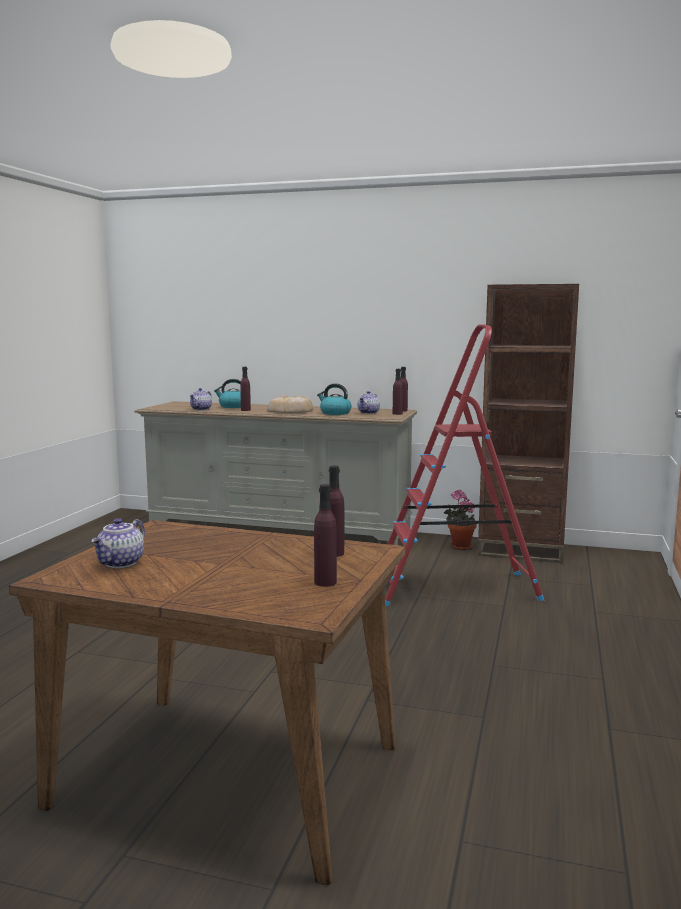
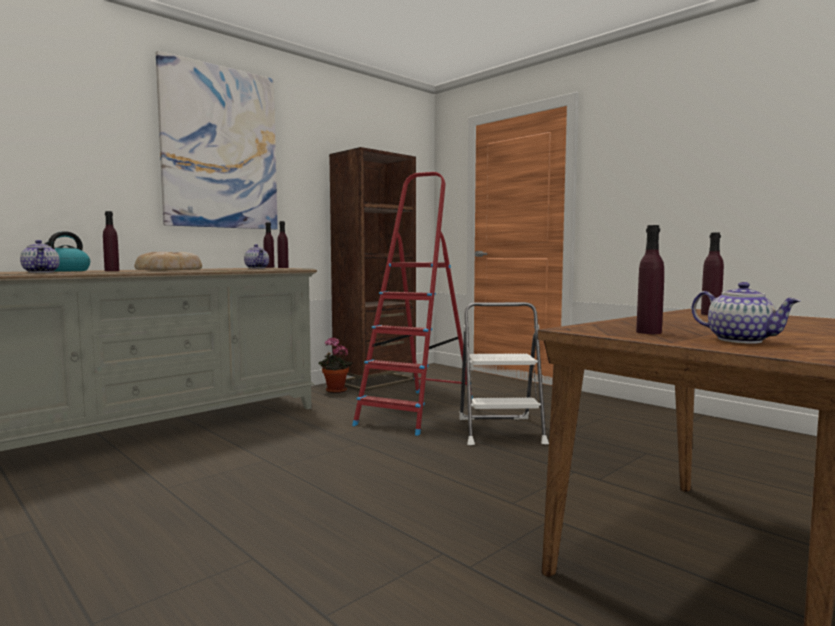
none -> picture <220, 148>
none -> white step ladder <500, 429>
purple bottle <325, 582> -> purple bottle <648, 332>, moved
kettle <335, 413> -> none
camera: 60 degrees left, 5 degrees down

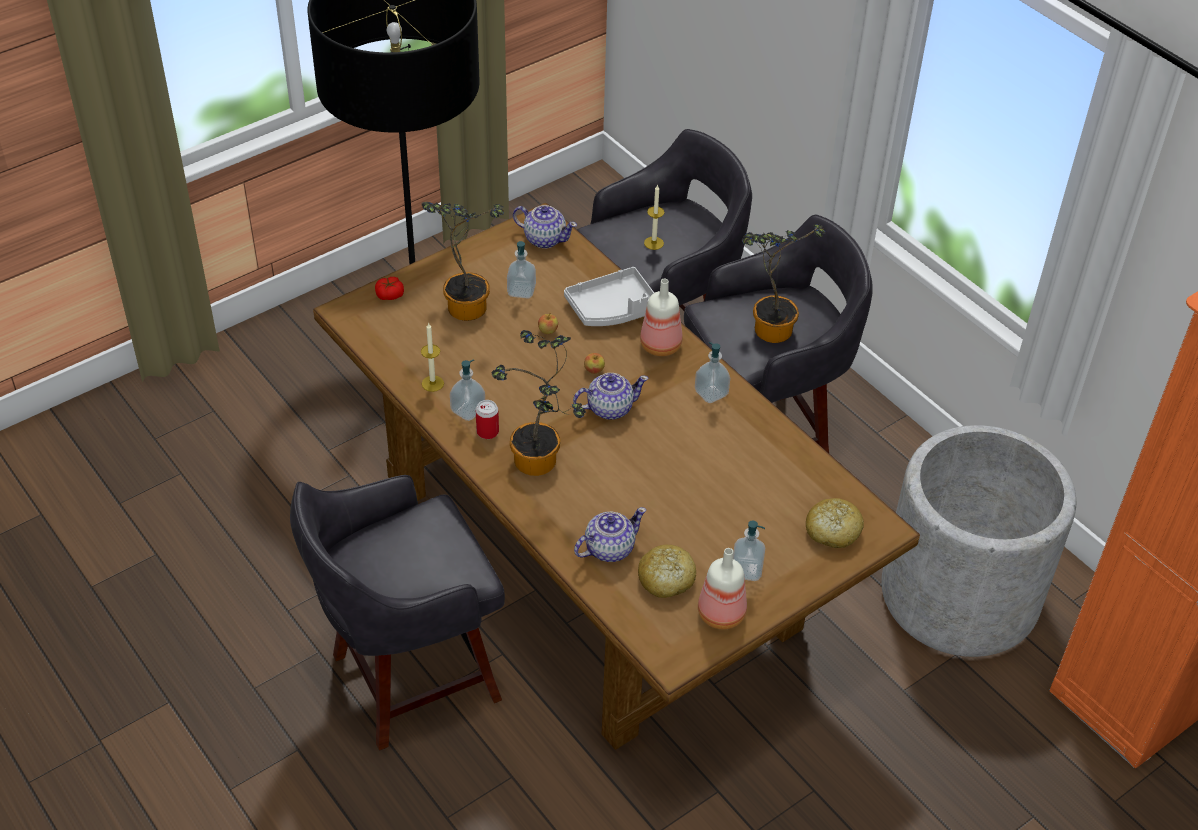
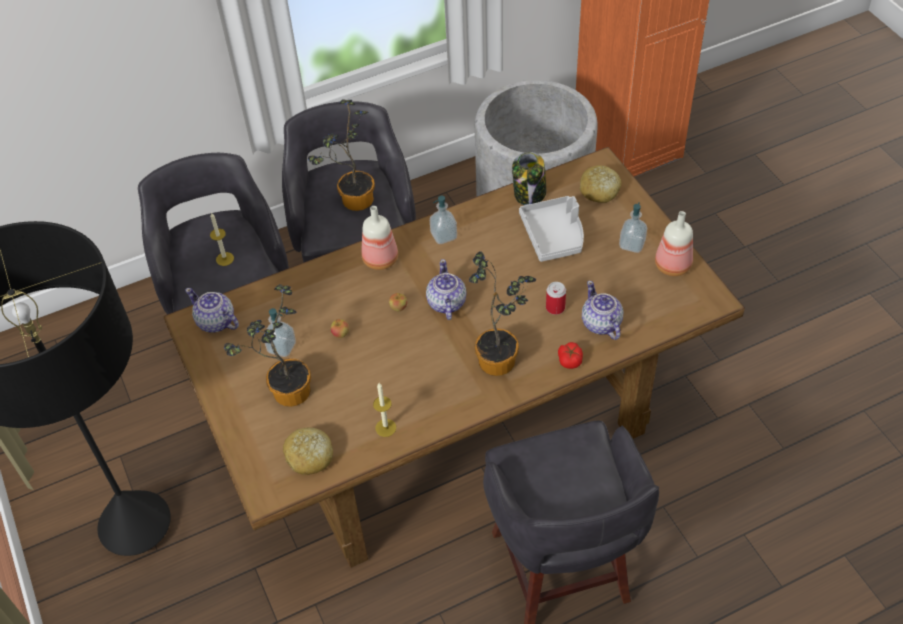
teapot <544, 239> -> teapot <216, 322>, 90 degrees counterclockwise
bread <666, 579> -> bread <309, 456>, moved
none -> jar <529, 194>
grey tray <613, 309> -> grey tray <554, 235>, moved
can <487, 432> -> can <555, 308>, moved
tomato <390, 295> -> tomato <570, 360>, moved
soap dispenser <468, 410> -> none
camera: 75 degrees left, 5 degrees up

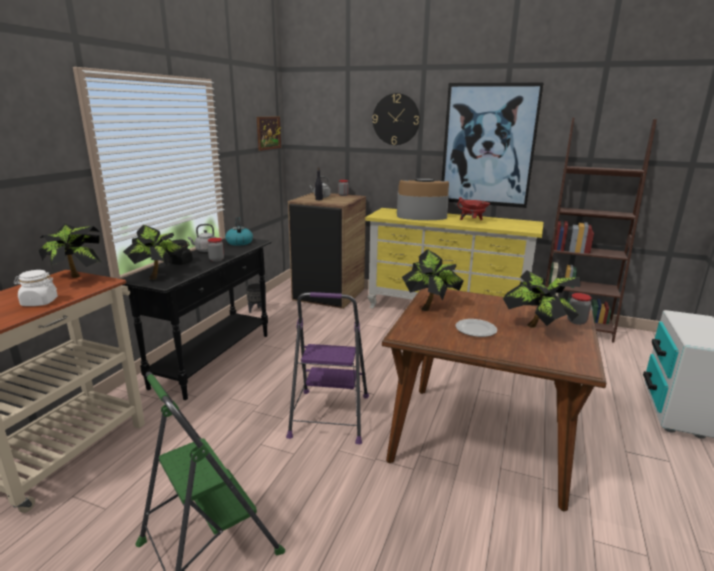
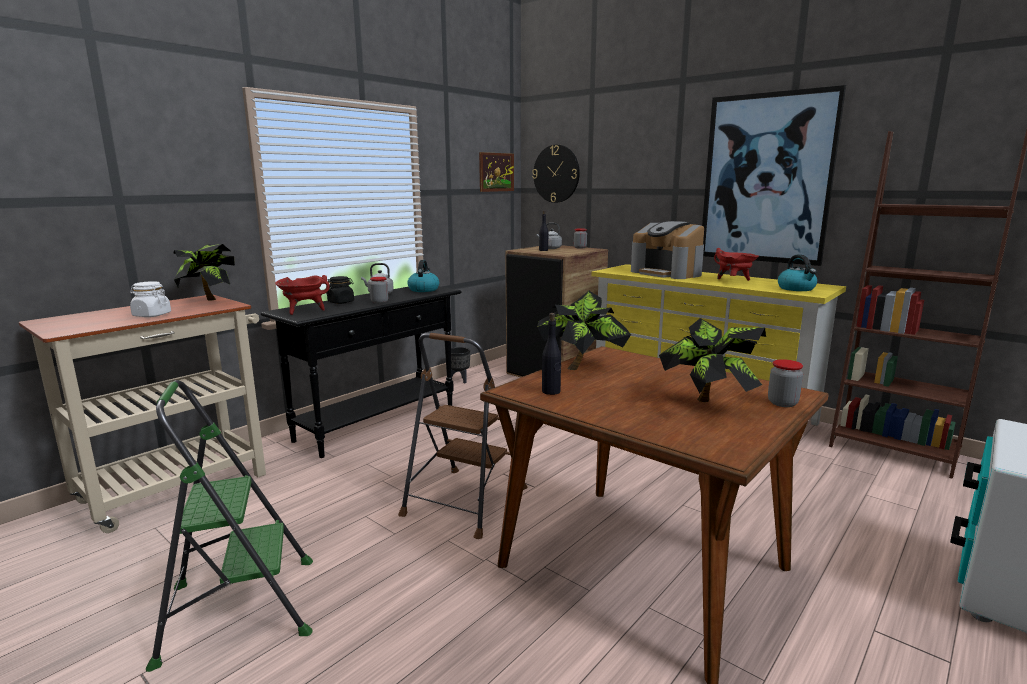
potted plant <157, 276> -> red cooking pot <304, 311>
purple step ladder <329, 416> -> brown step ladder <463, 502>
wall clock <396, 119> -> wall clock <556, 174>, moved
none -> black bottle <551, 391>
coffee machine <421, 216> -> coffee machine <667, 273>, 150 degrees counterclockwise
none -> kettle <796, 289>
plate <476, 330> -> none
camera: 20 degrees right, 5 degrees down

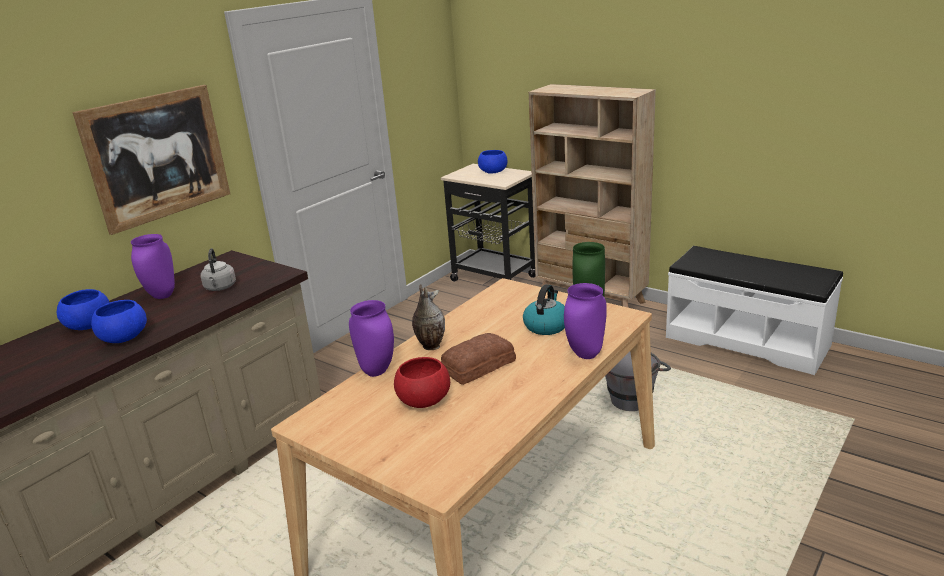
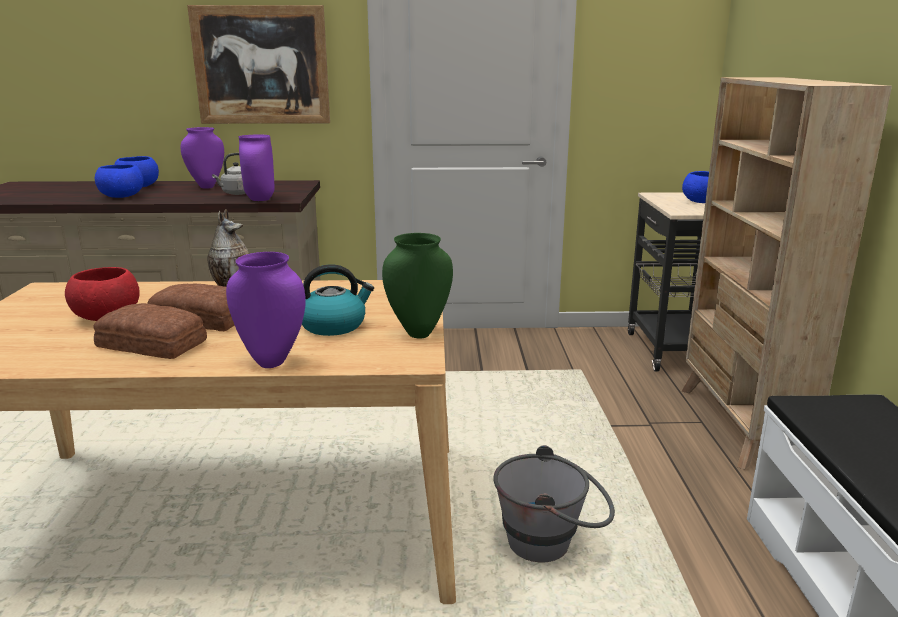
none -> bread <151, 345>
purple vase <376, 372> -> purple vase <259, 199>, moved
camera: 50 degrees right, 5 degrees down

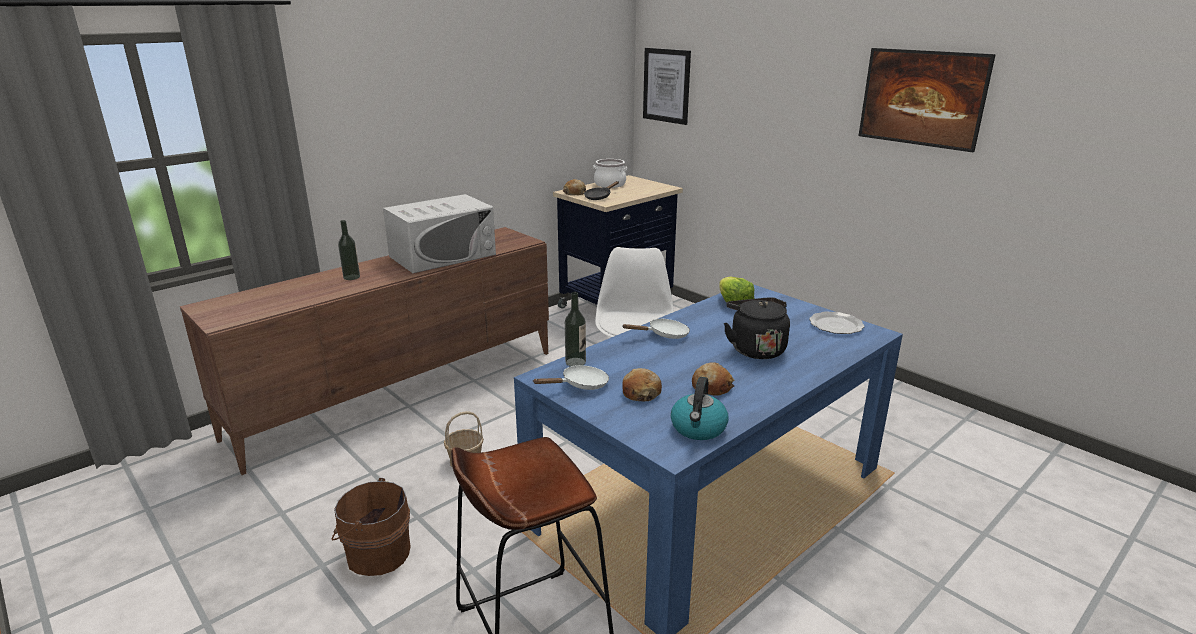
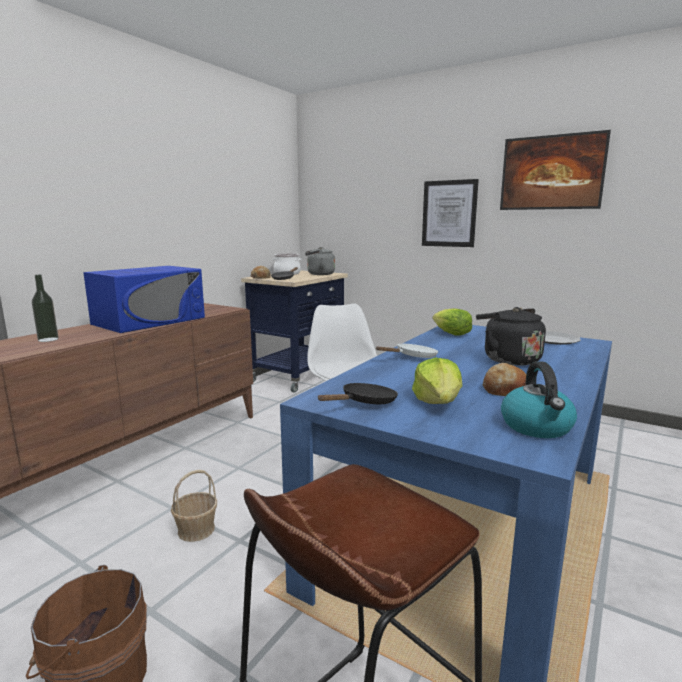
white microwave <443, 255> -> blue microwave <150, 320>
none -> grey kettle <319, 274>
white frying pan <580, 385> -> black frying pan <365, 402>
bread <641, 392> -> lettuce <438, 402>
picture <666, 85> -> picture <449, 213>, moved
bottle <575, 362> -> none
camera: 15 degrees left, 10 degrees down

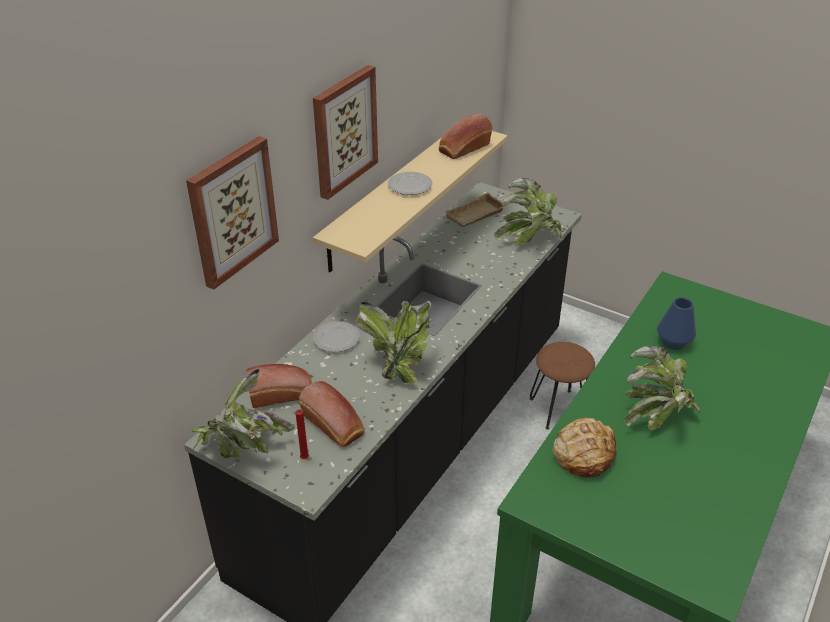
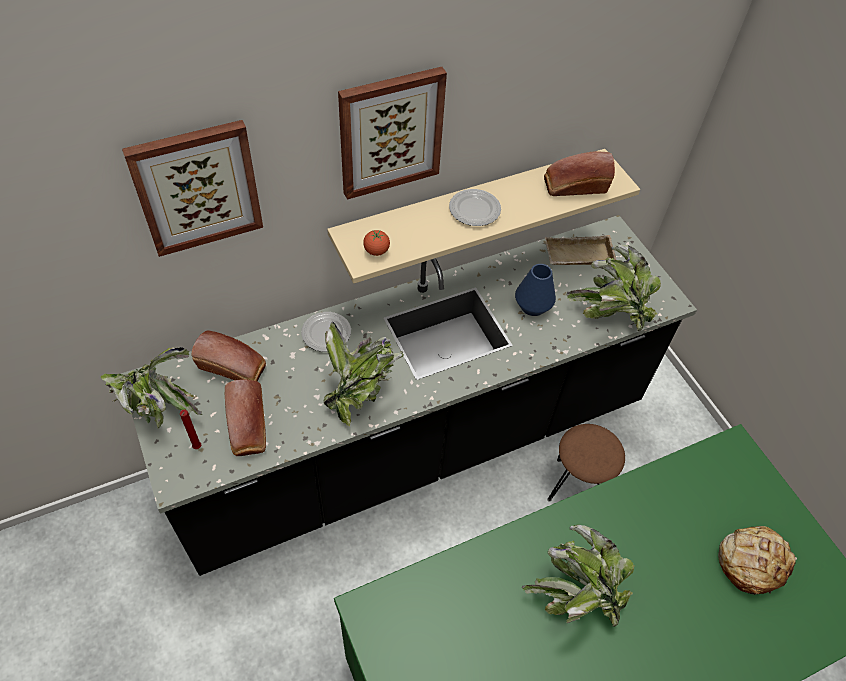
none -> tomato <376, 251>
blue vase <673, 342> -> blue vase <532, 306>, moved
bread <583, 454> -> bread <751, 562>, moved
camera: 30 degrees right, 15 degrees up

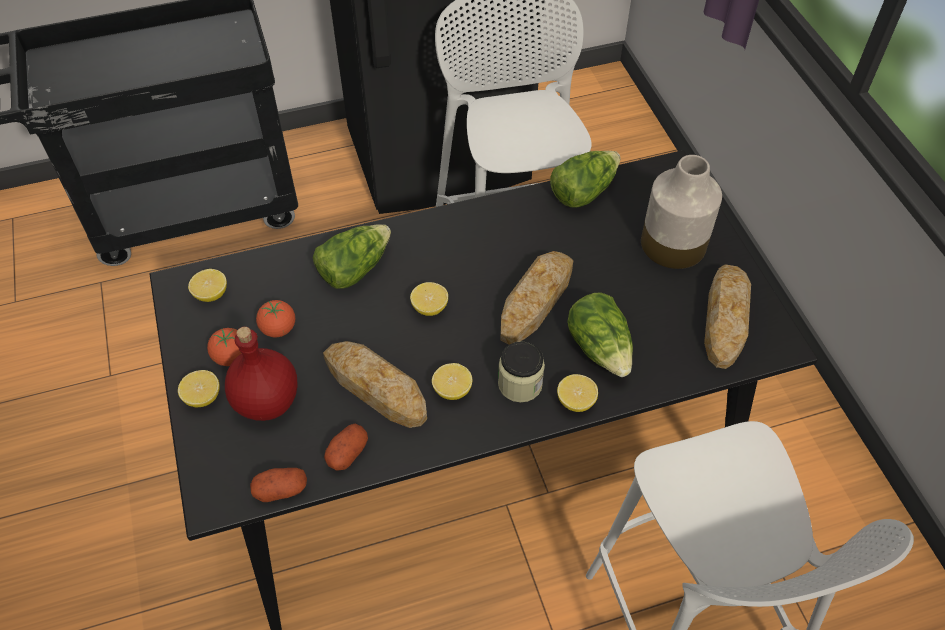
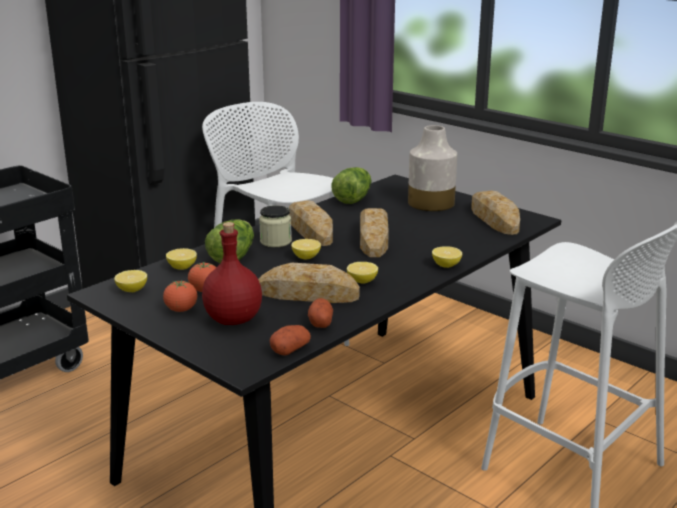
lemon <202, 397> -> lemon <182, 267>, moved
jar <520, 384> -> jar <276, 241>, moved
none -> bread <310, 229>
lettuce <601, 348> -> none
camera: 30 degrees left, 30 degrees down

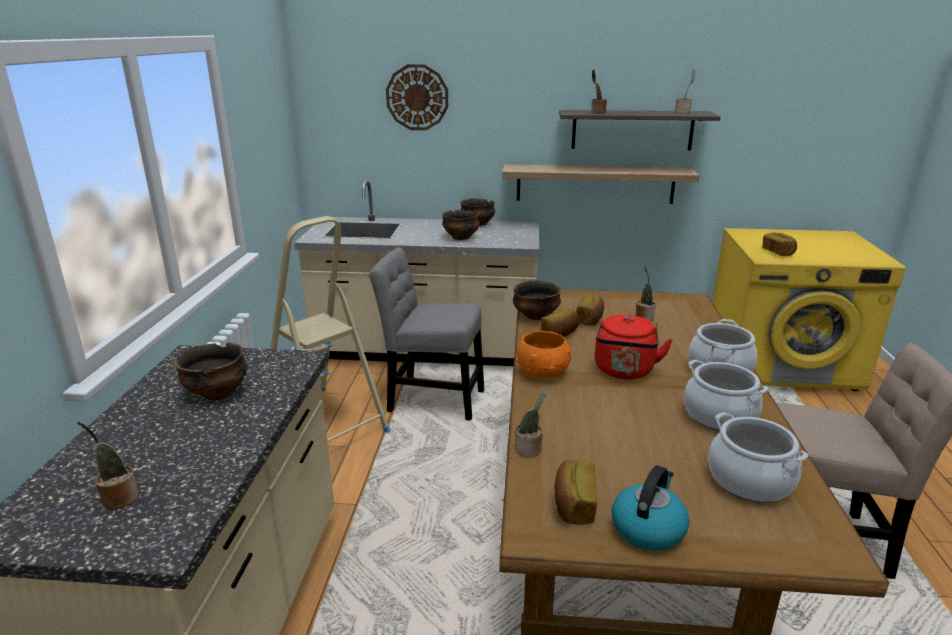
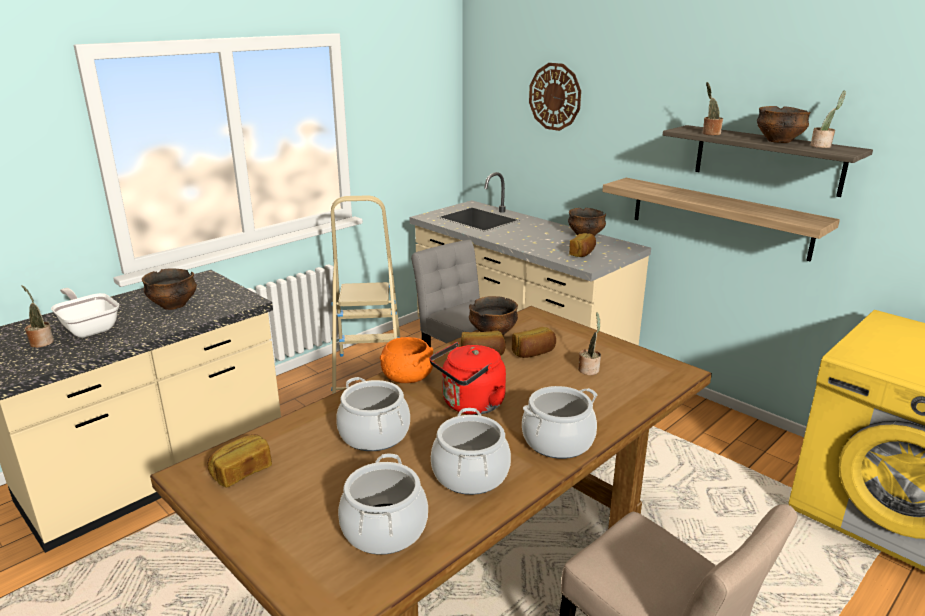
none -> frying pan <89, 328>
none -> cooking pot <374, 434>
bread <778, 252> -> bread <583, 253>, moved
bowl <461, 237> -> bowl <779, 141>, moved
potted plant <529, 450> -> none
kettle <648, 528> -> none
camera: 40 degrees right, 0 degrees up

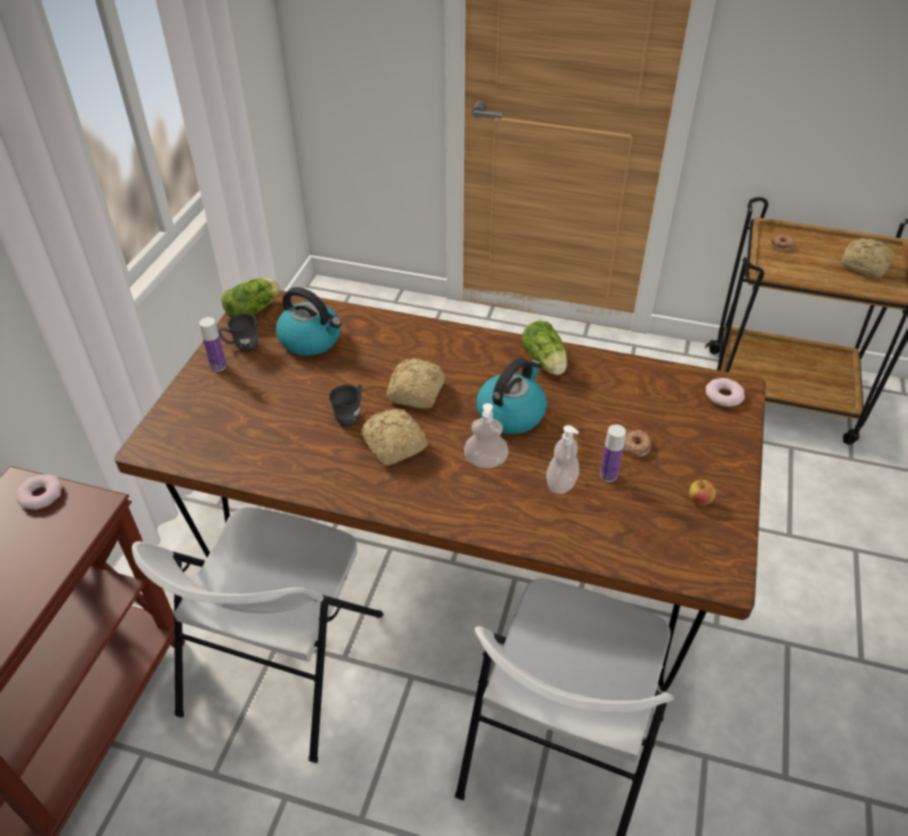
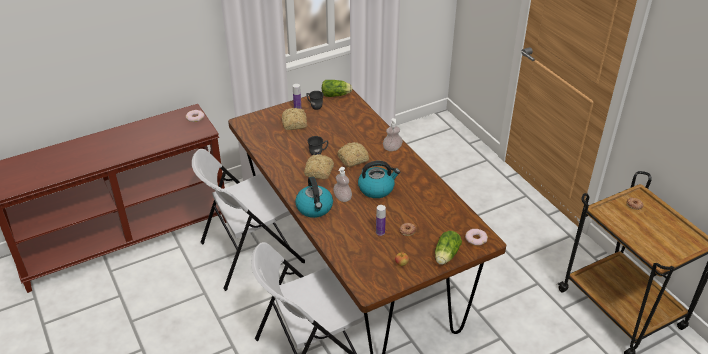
bread <865, 266> -> bread <294, 124>, moved
kettle <311, 340> -> kettle <315, 208>, moved
soap dispenser <561, 483> -> soap dispenser <392, 148>, moved
lettuce <545, 362> -> lettuce <445, 256>, moved
camera: 45 degrees right, 5 degrees down

